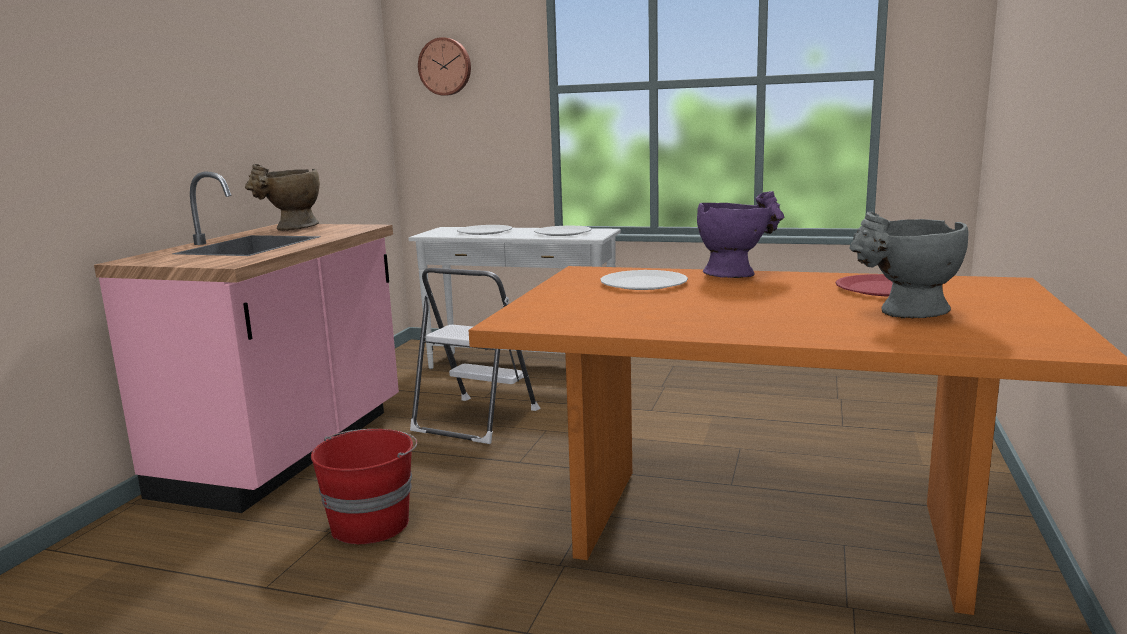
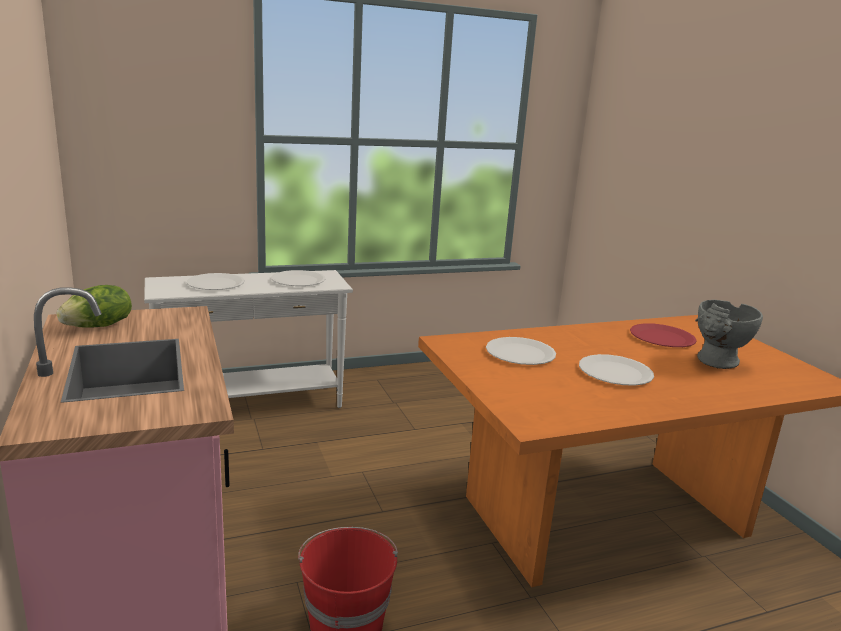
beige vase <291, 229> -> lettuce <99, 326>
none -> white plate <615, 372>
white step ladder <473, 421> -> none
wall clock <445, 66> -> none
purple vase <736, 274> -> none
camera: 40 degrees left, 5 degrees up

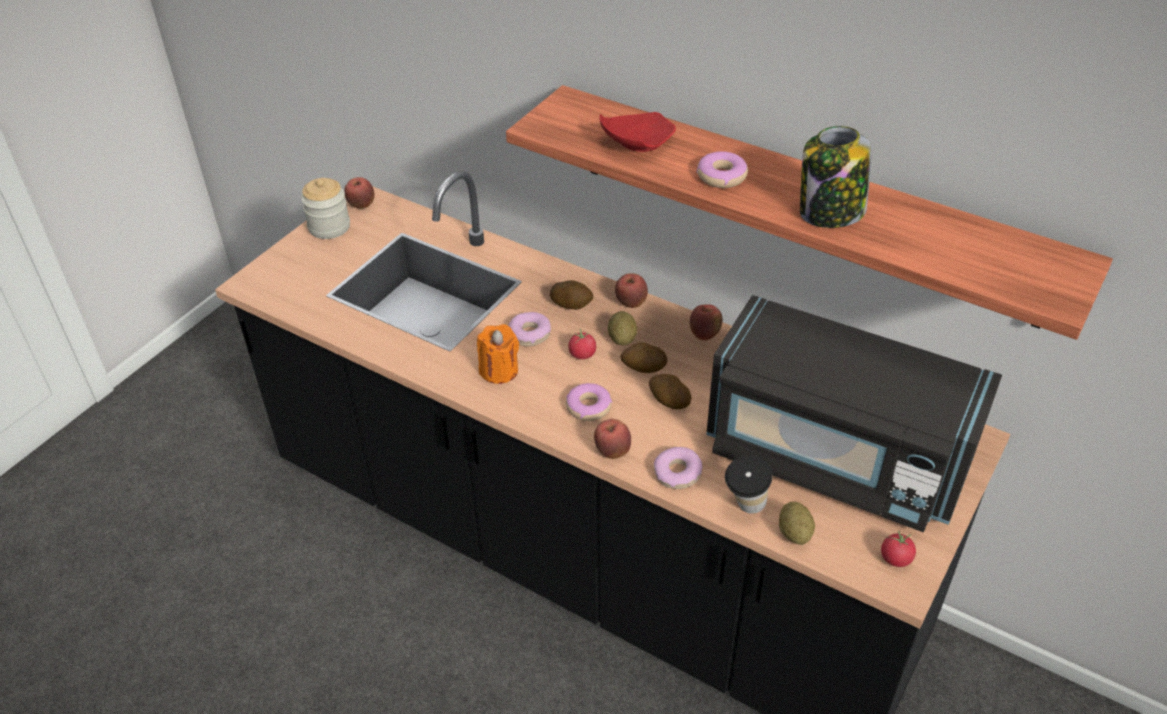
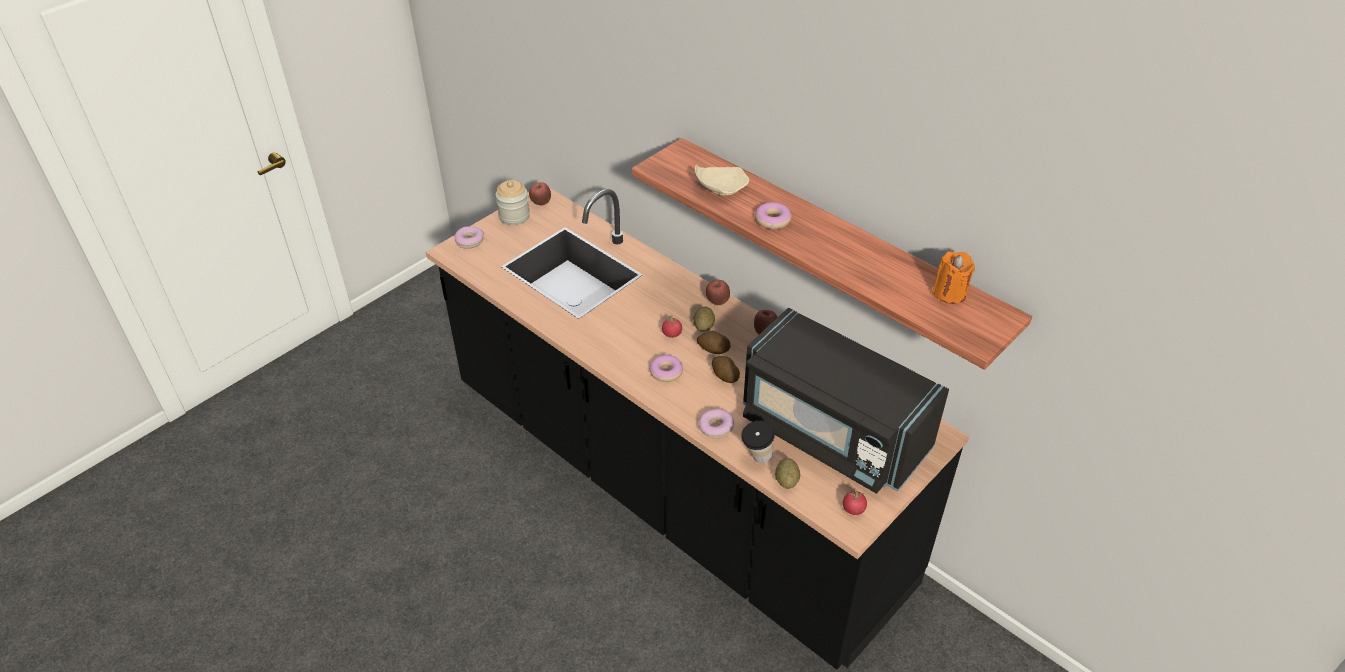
donut <530, 334> -> donut <470, 241>, moved
red plate <635, 143> -> beige plate <720, 188>
orange candle <499, 370> -> orange candle <949, 292>, moved
potato <571, 304> -> none
apple <612, 452> -> none
jar <830, 213> -> none
camera: 10 degrees right, 0 degrees up

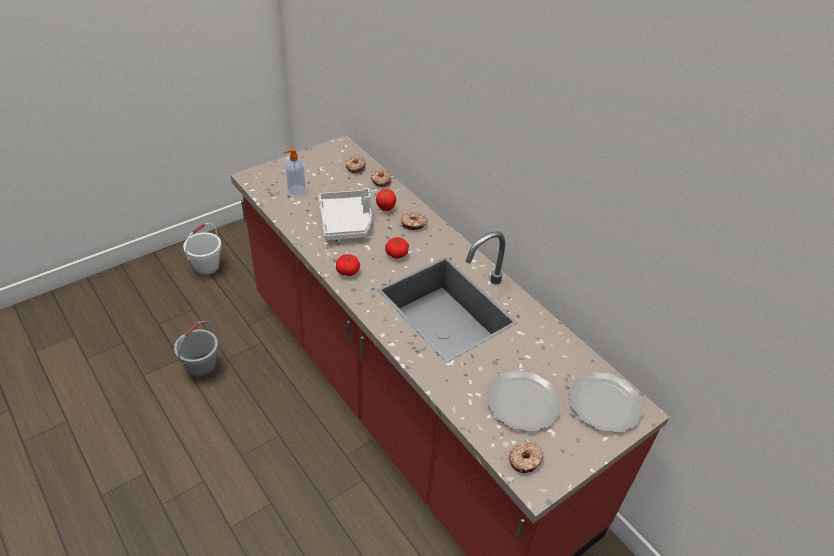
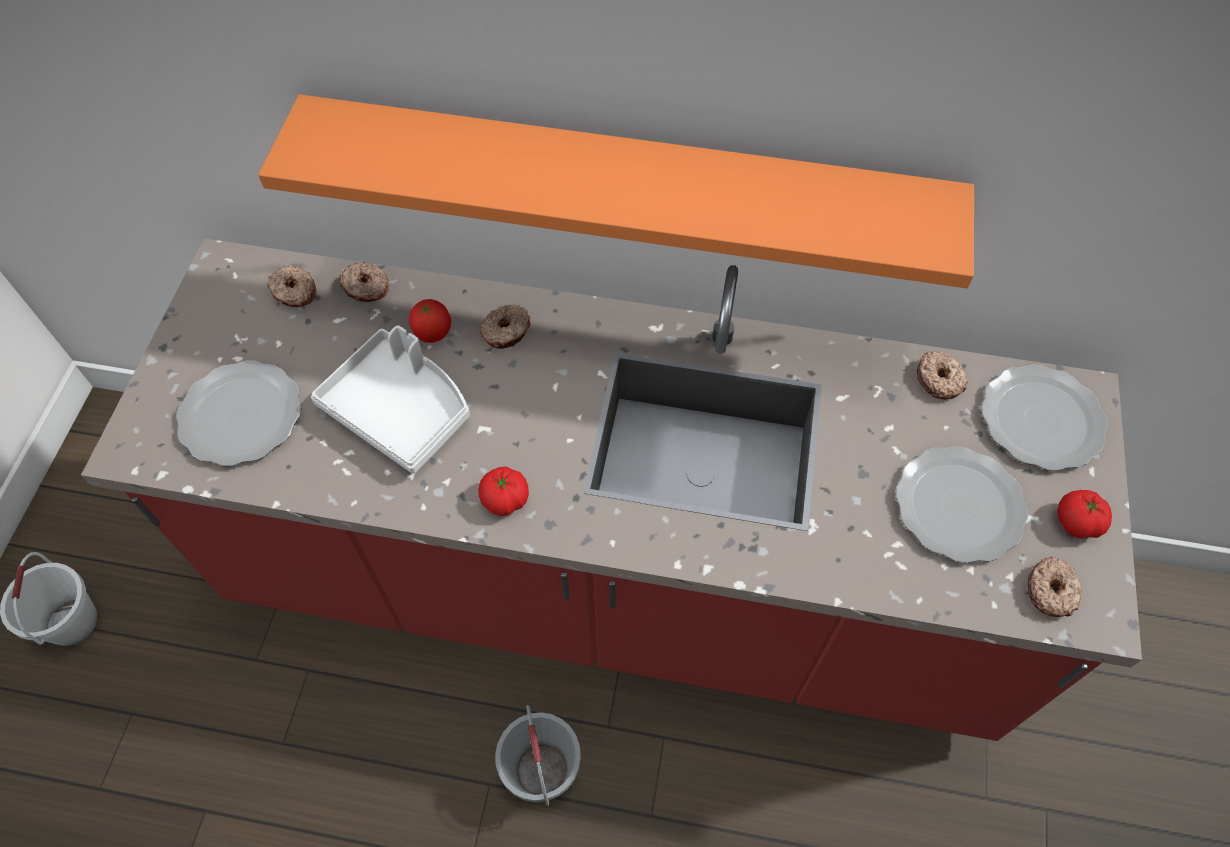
soap dispenser <295, 190> -> plate <243, 414>
none -> orange shelf <625, 183>
grey bucket <201, 367> -> grey bucket <543, 771>, moved
none -> donut <939, 379>
tomato <396, 254> -> tomato <1077, 522>, moved
camera: 40 degrees left, 15 degrees up

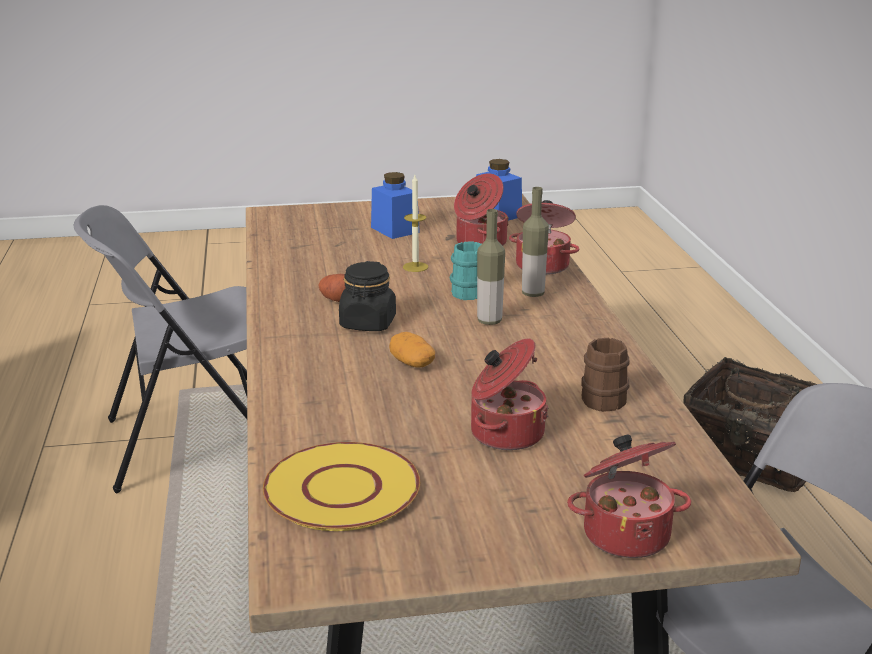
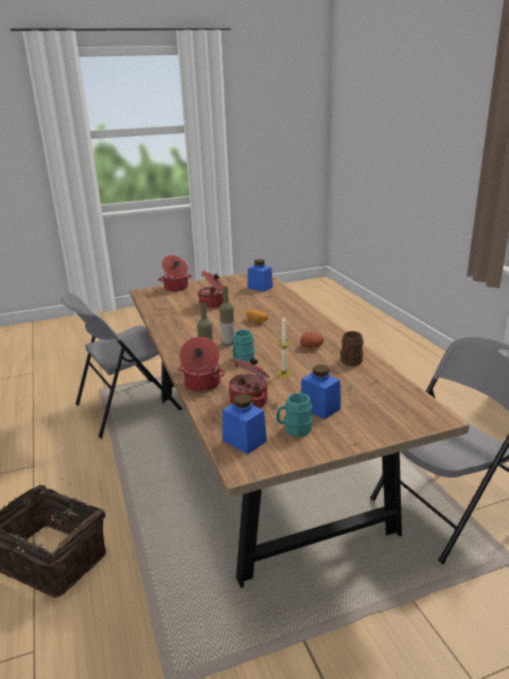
yellow plate <341, 489> -> blue jar <260, 287>
none -> turquoise mug <294, 430>
brown mug <607, 397> -> brown mug <350, 362>, moved
black jar <368, 323> -> none
camera: 170 degrees right, 0 degrees up

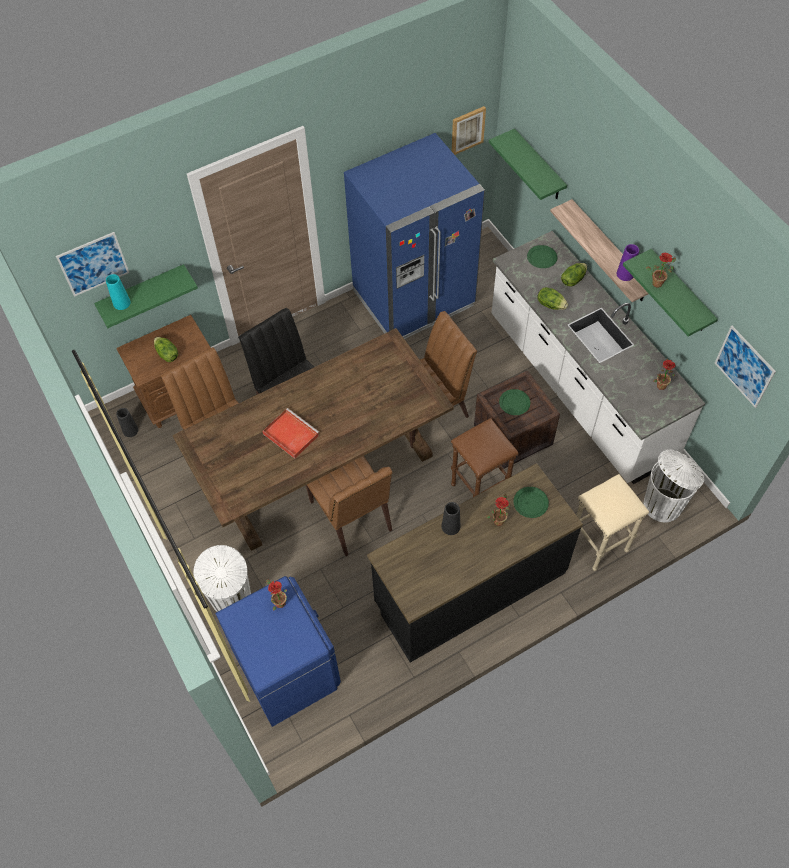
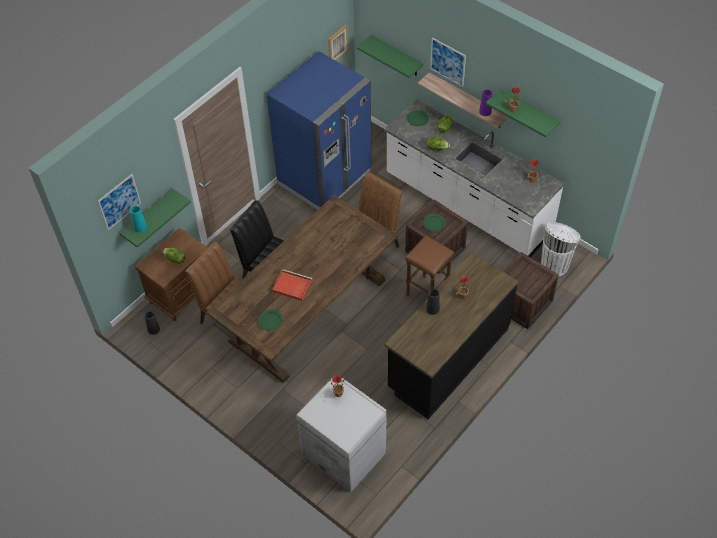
green plate <531, 503> -> green plate <270, 321>, moved
blue washing machine <288, 667> -> white washing machine <344, 450>
picture <744, 366> -> picture <448, 62>, moved
beige stool <597, 544> -> crate <522, 303>
white trash can <231, 599> -> none
brown chair <350, 515> -> none
camera: 20 degrees left, 5 degrees down

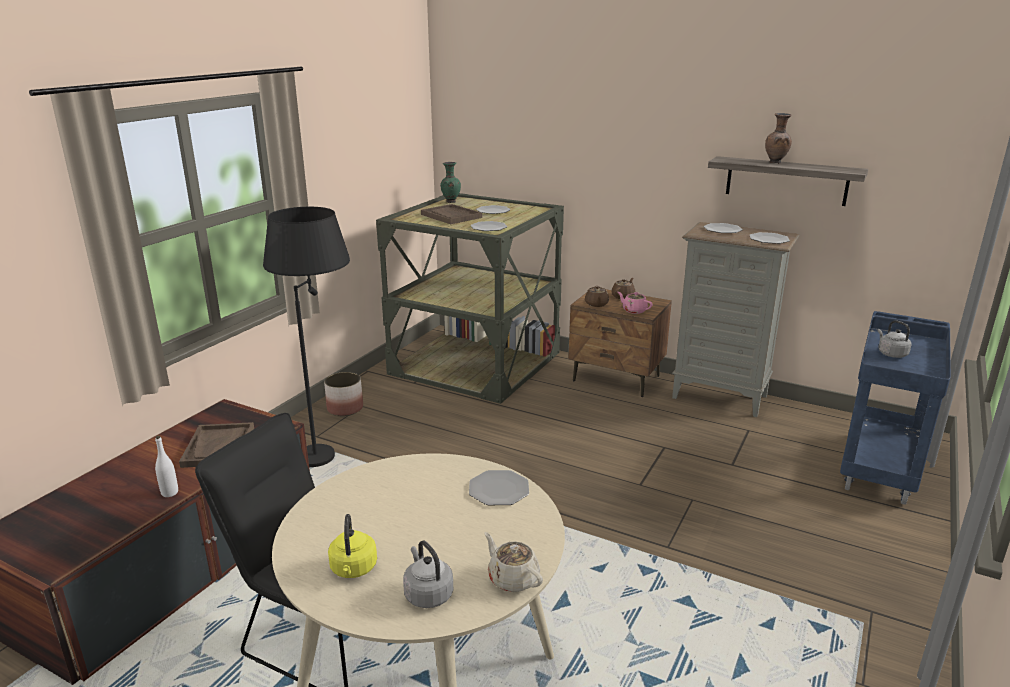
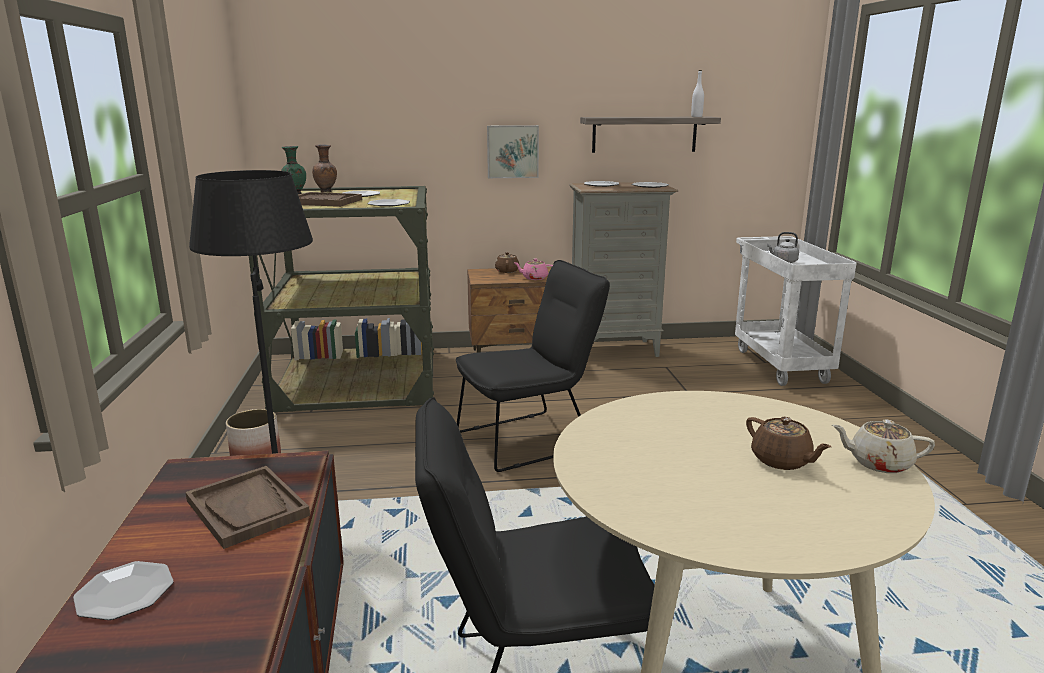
plate <499, 489> -> plate <125, 592>, moved
brown vase <776, 163> -> brown vase <326, 192>, moved
none -> black chair <531, 439>
none -> picture <512, 151>
white bottle <170, 493> -> white bottle <696, 116>, moved
blue cart <878, 465> -> white cart <778, 365>
brown teapot <596, 304> -> brown teapot <782, 461>, moved
yellow kettle <353, 569> -> none
grey kettle <427, 594> -> none
camera: 35 degrees left, 5 degrees down

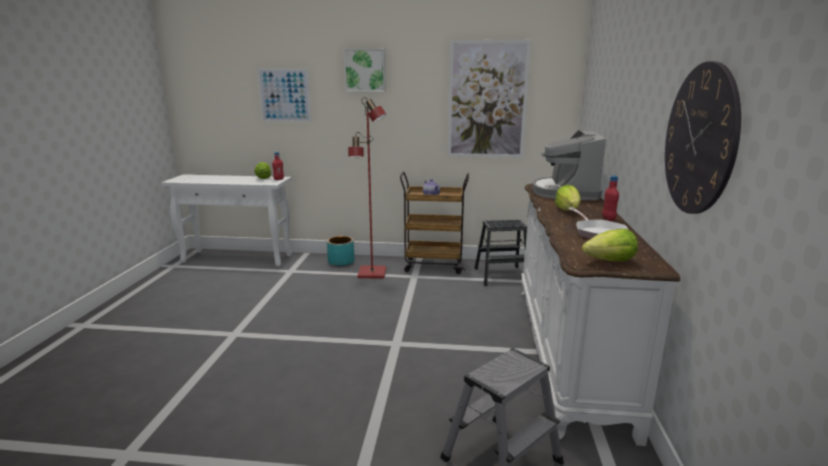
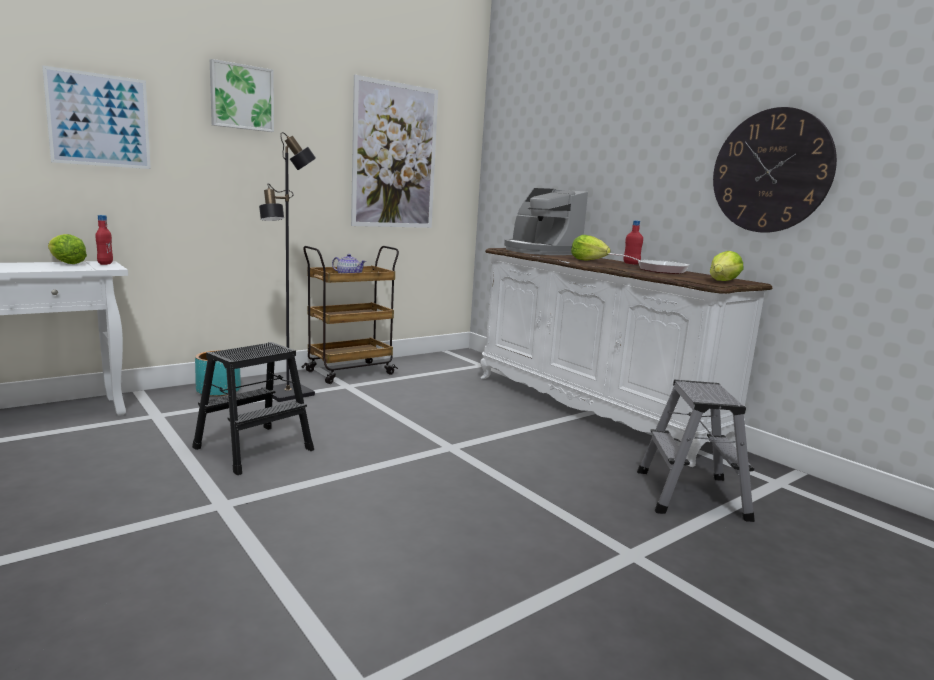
black step ladder <501, 275> -> black step ladder <254, 448>, moved
red floor lamp <372, 273> -> black floor lamp <287, 393>
camera: 45 degrees left, 5 degrees down

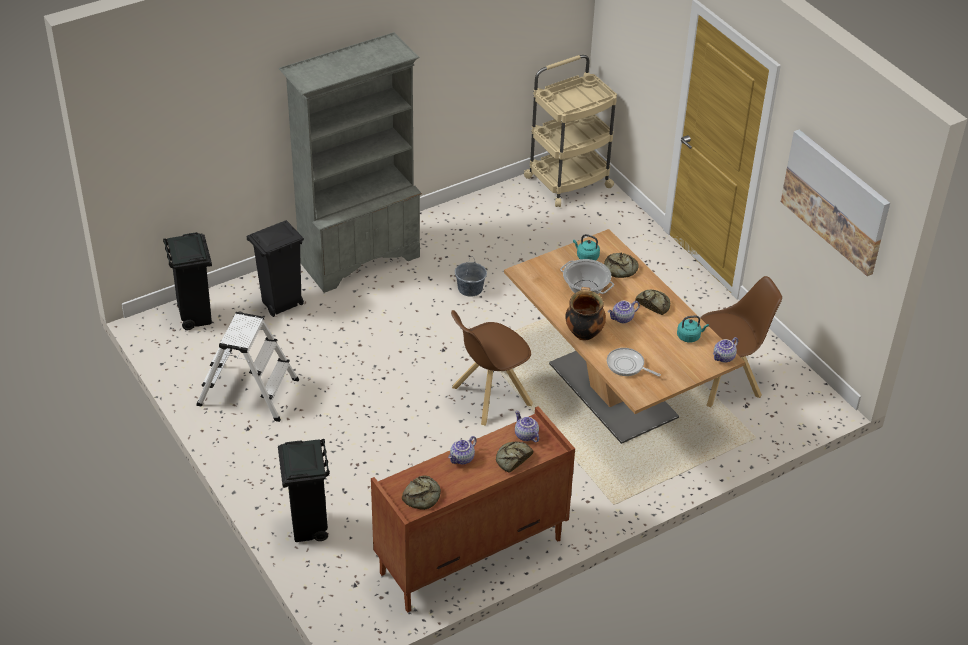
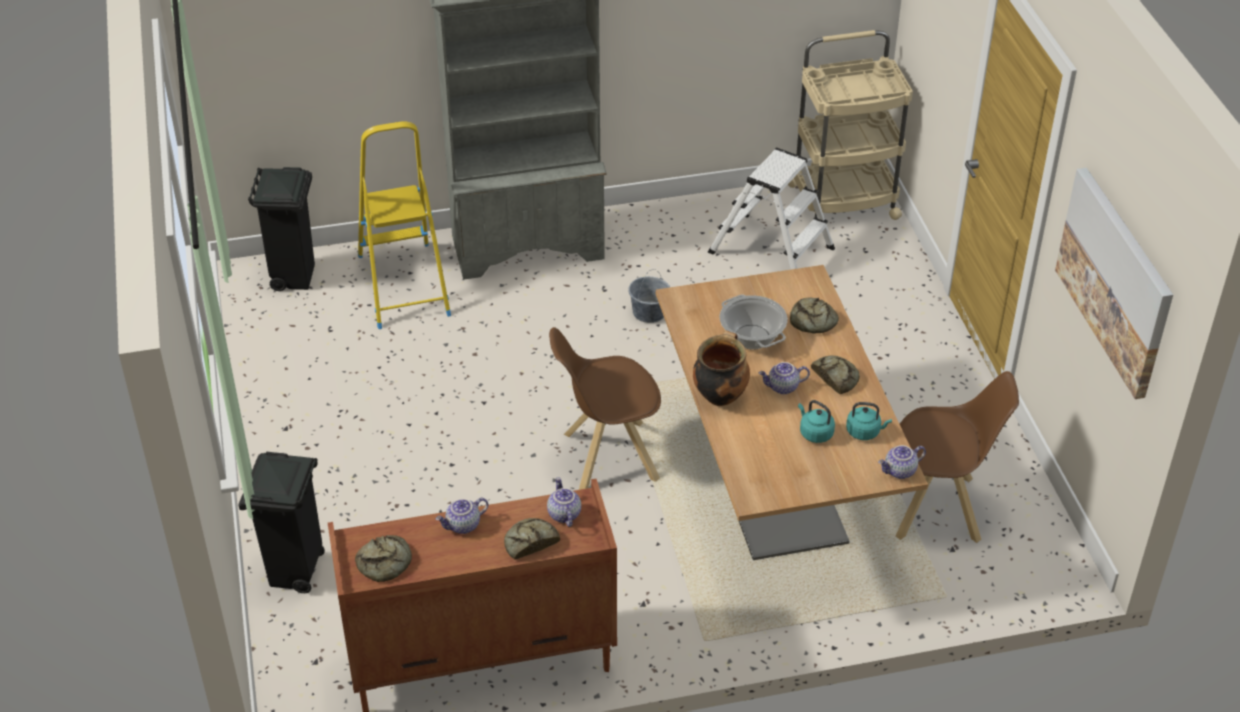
black trash can <281, 304> -> yellow step ladder <403, 283>
white step ladder <248, 392> -> white step ladder <771, 250>, moved
turquoise kettle <586, 257> -> turquoise kettle <814, 433>, moved
frying pan <627, 365> -> none
camera: 20 degrees right, 0 degrees up

